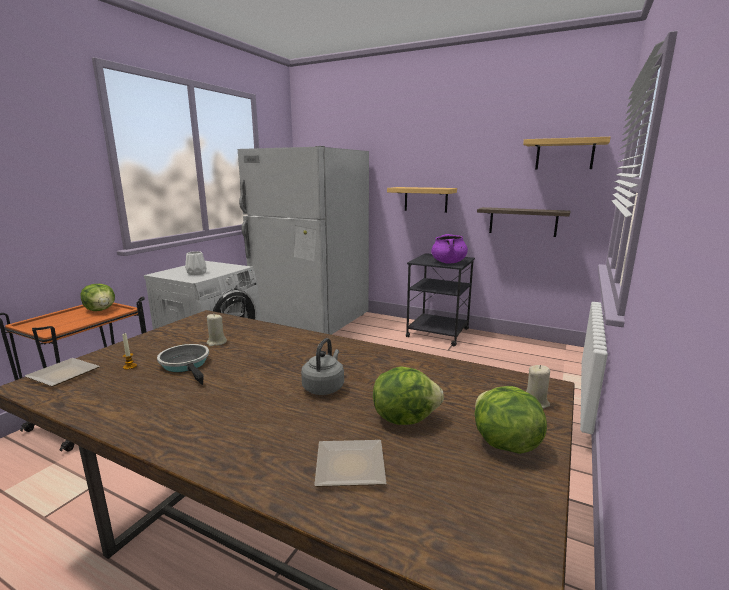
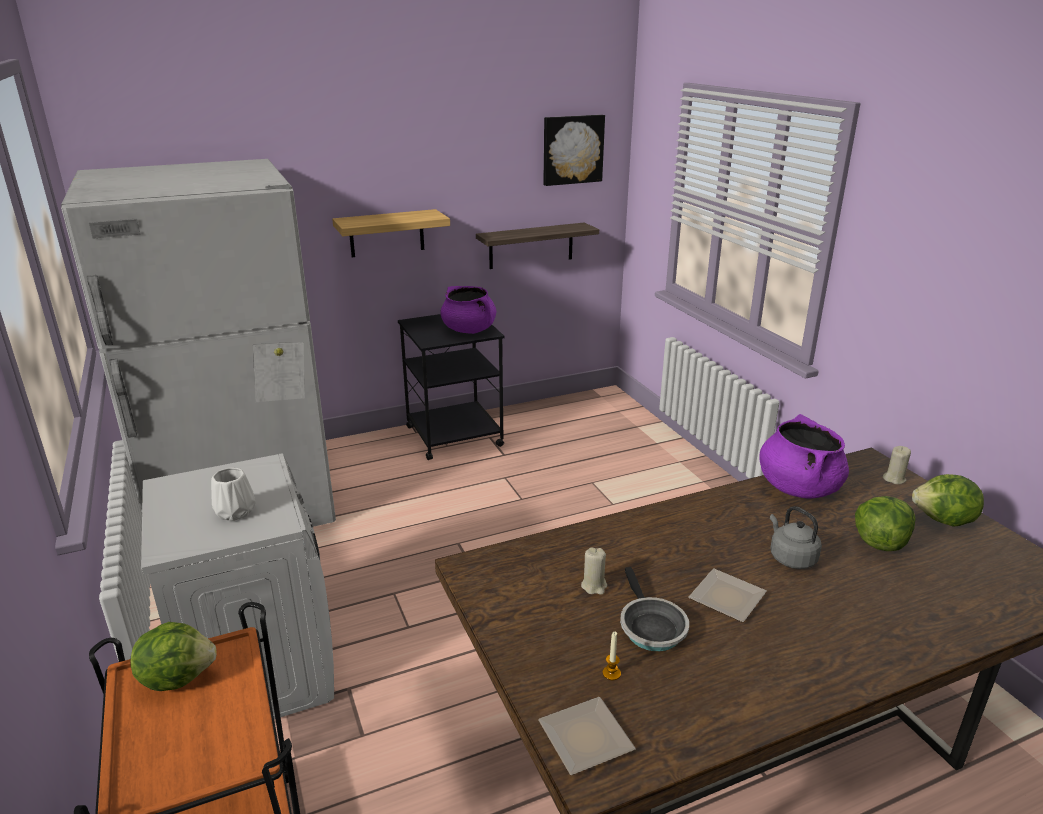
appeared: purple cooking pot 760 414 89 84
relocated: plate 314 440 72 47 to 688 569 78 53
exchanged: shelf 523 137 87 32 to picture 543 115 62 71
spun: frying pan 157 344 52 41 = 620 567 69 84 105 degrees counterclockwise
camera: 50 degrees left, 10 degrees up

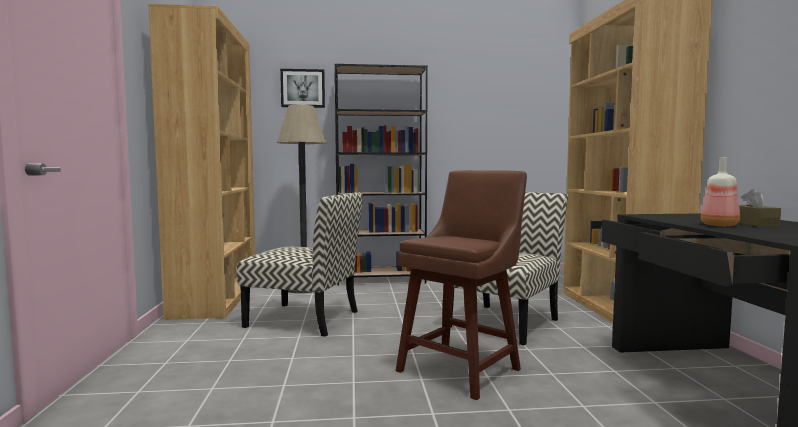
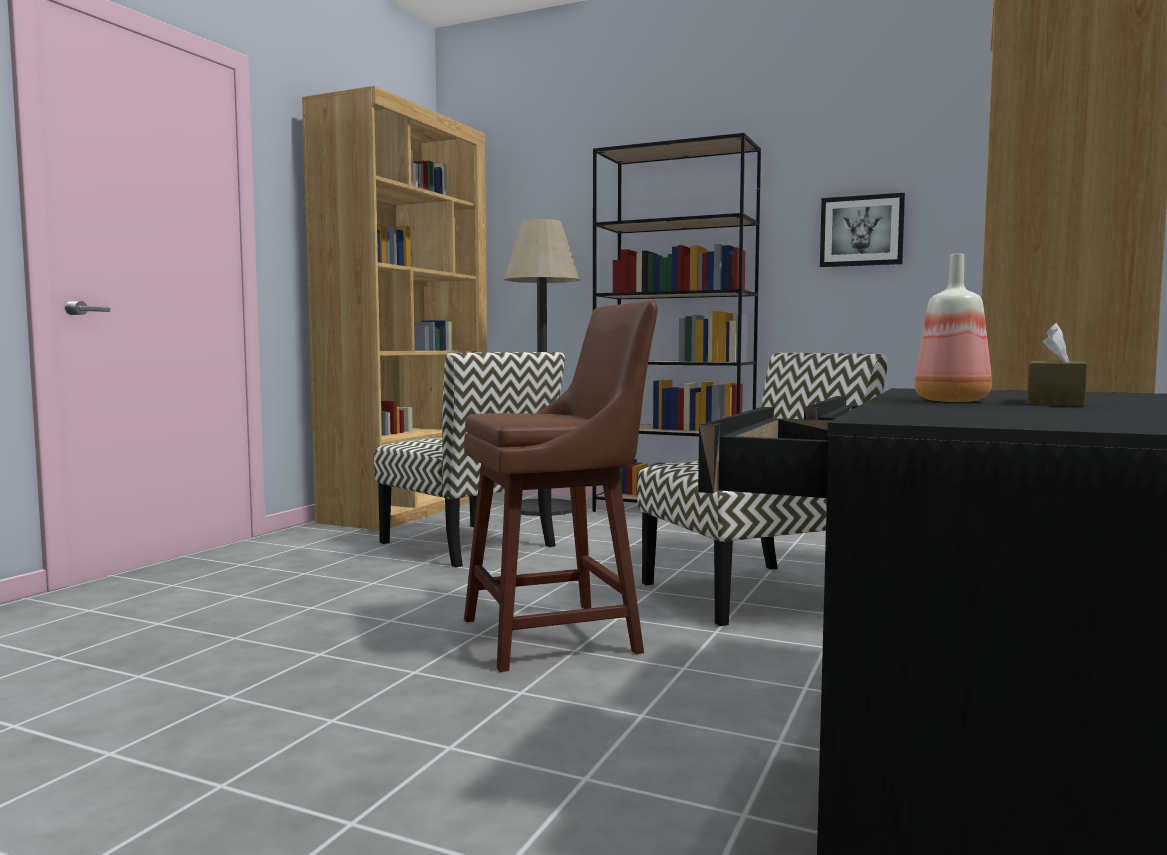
relocated: picture 280 69 45 39 to 820 193 85 74
camera: 30 degrees right, 0 degrees up

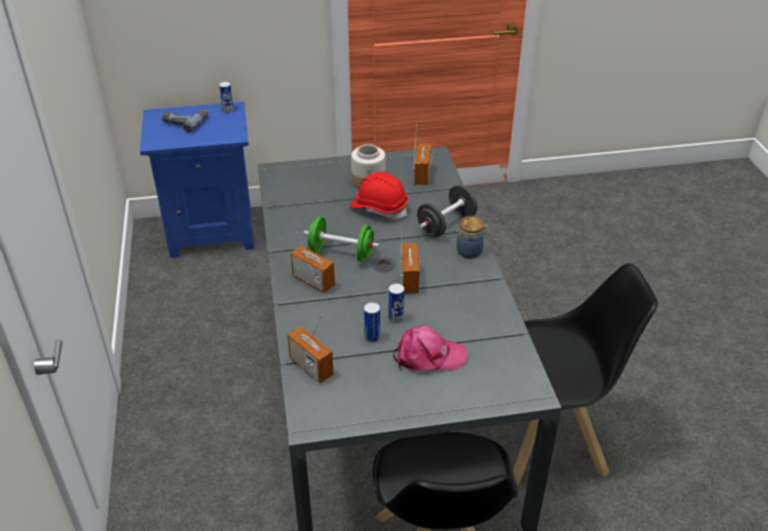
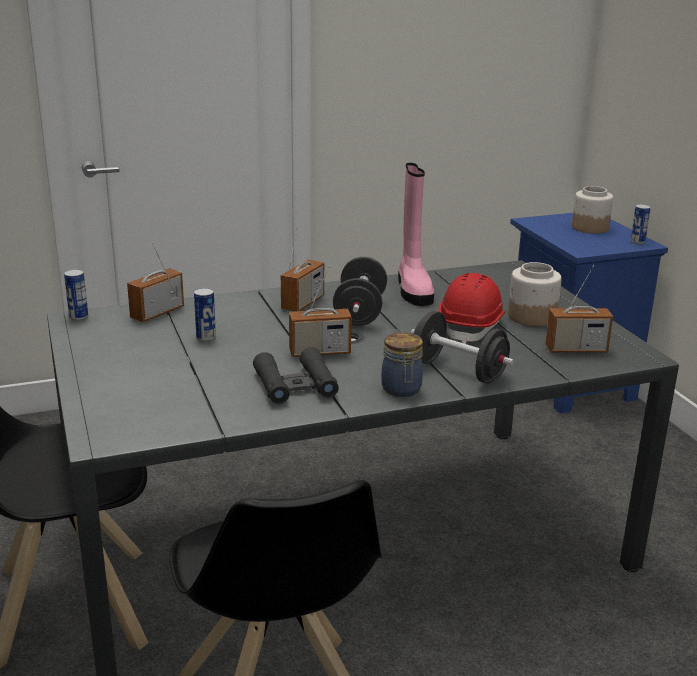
missing: pink cap 393 325 75 46
appeared: black binoculars 253 347 86 57; pink boot 398 163 36 143
relocated: can 389 283 15 40 to 64 269 24 52
exchanged: power drill 162 109 46 23 to jar 572 186 41 48
colour: green dumbbell 303 217 76 45 to black dumbbell 333 257 54 69
camera: 80 degrees right, 15 degrees down

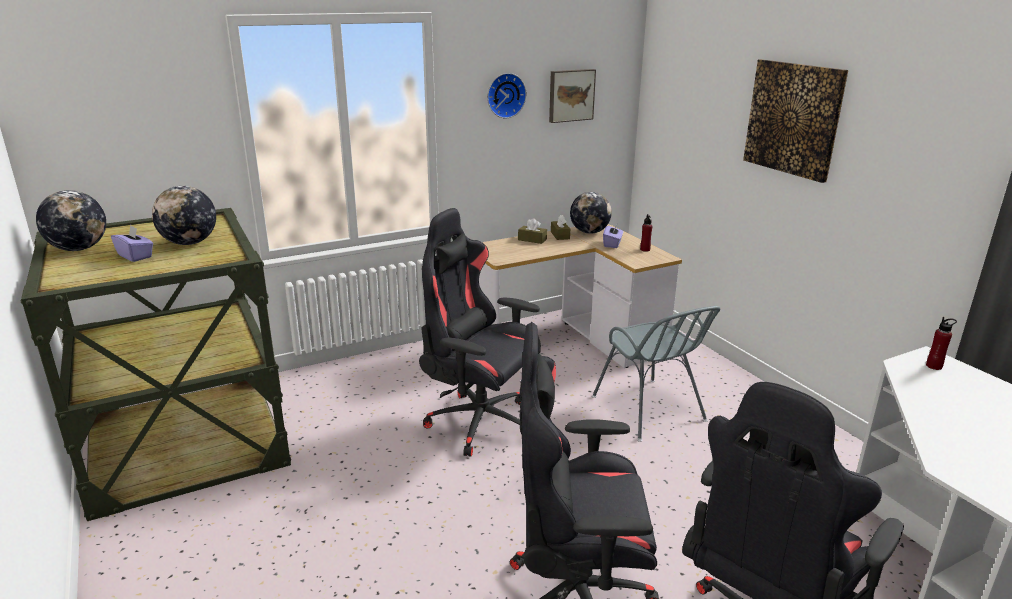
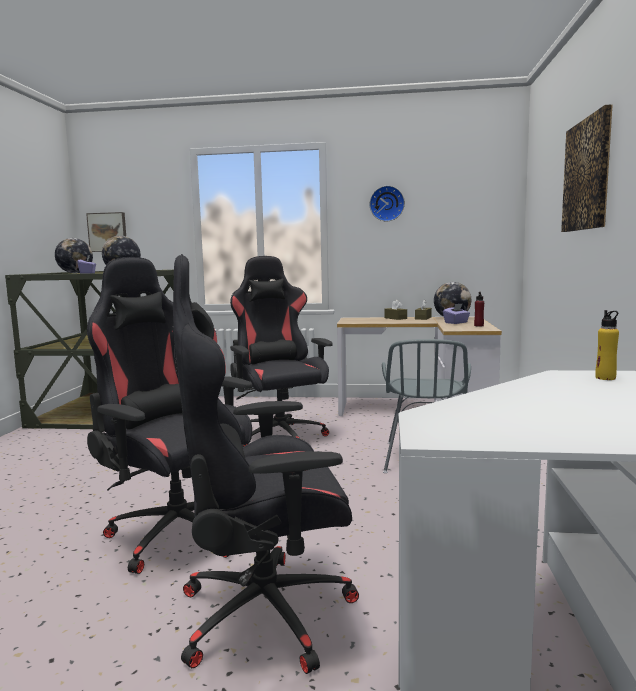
relocated: picture 549 69 47 54 to 86 212 40 40
colour: red bottle 926 317 31 53 to yellow bottle 595 310 24 70
camera: 35 degrees right, 15 degrees down

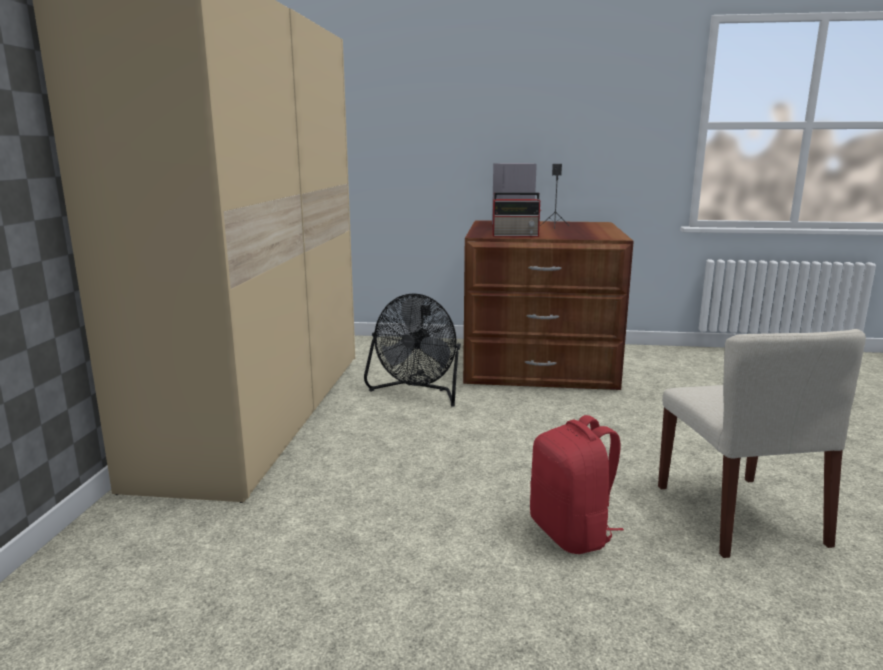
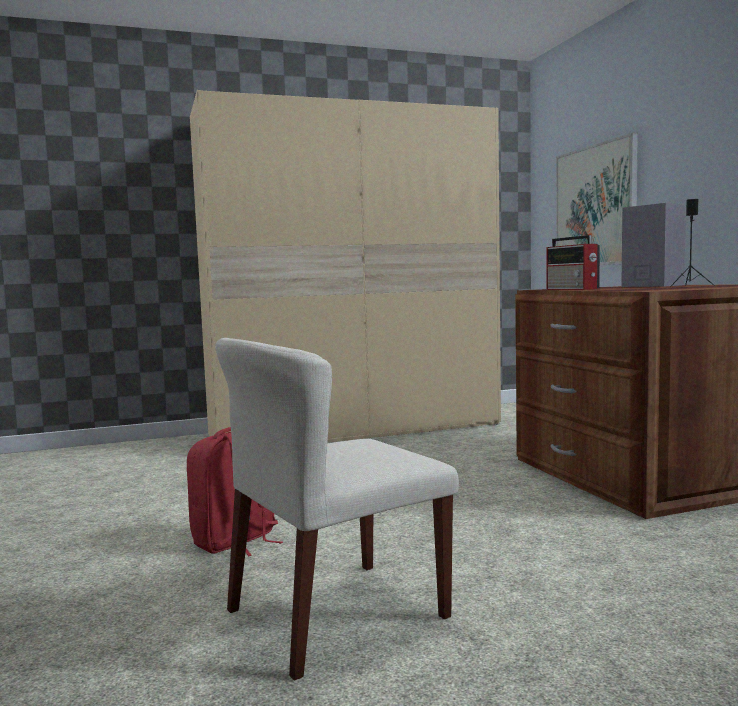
missing: black fan 364 294 97 112
appeared: picture 556 133 82 132
camera: 65 degrees right, 10 degrees down

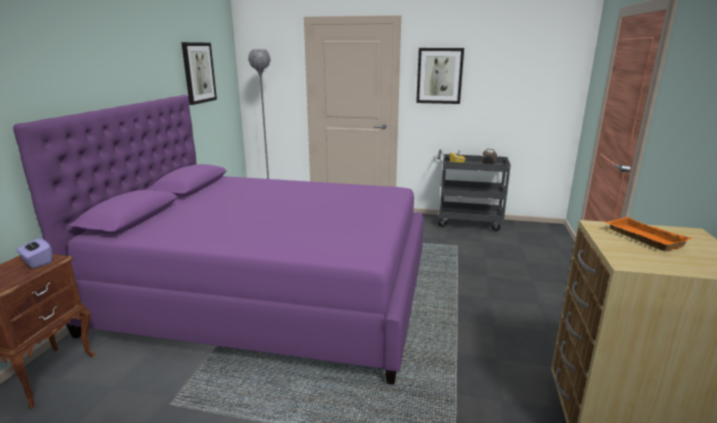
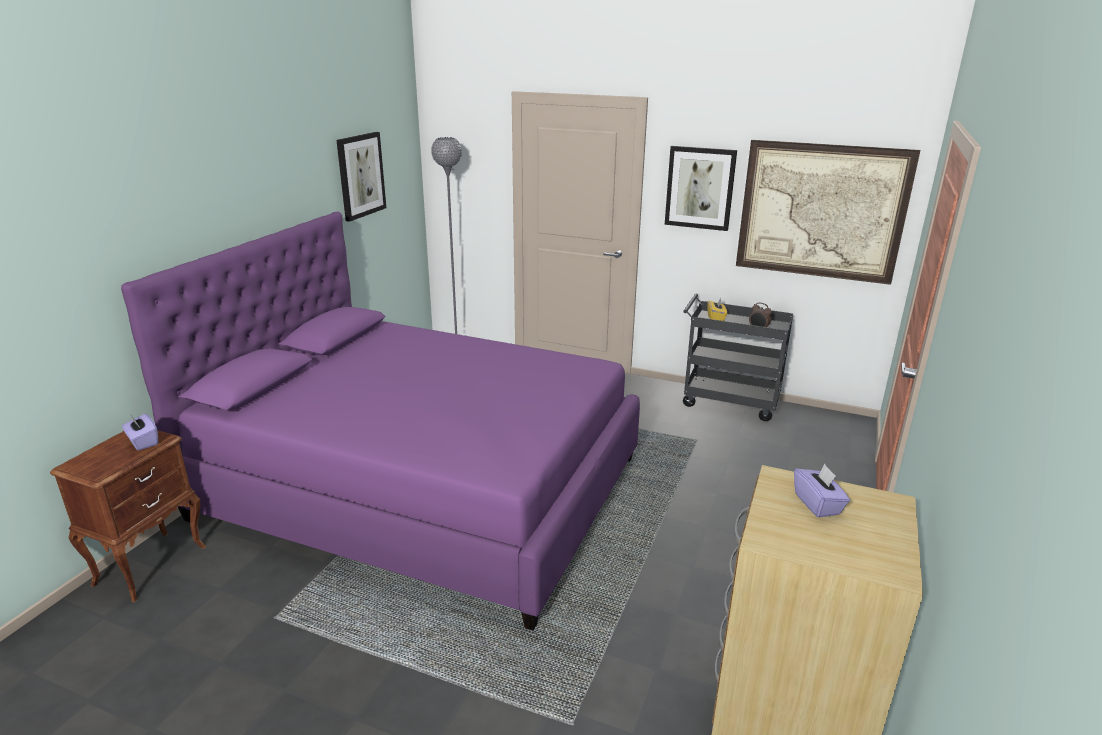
appeared: picture 736 140 185 145
exchanged: orange tray 605 217 86 34 to purple tissue box 794 463 56 55
camera: 10 degrees right, 5 degrees up

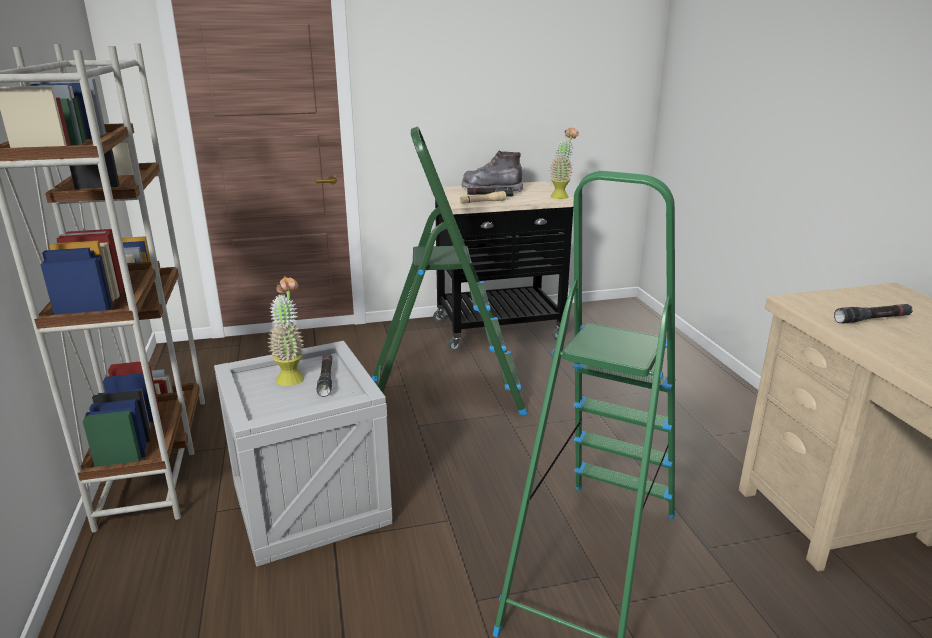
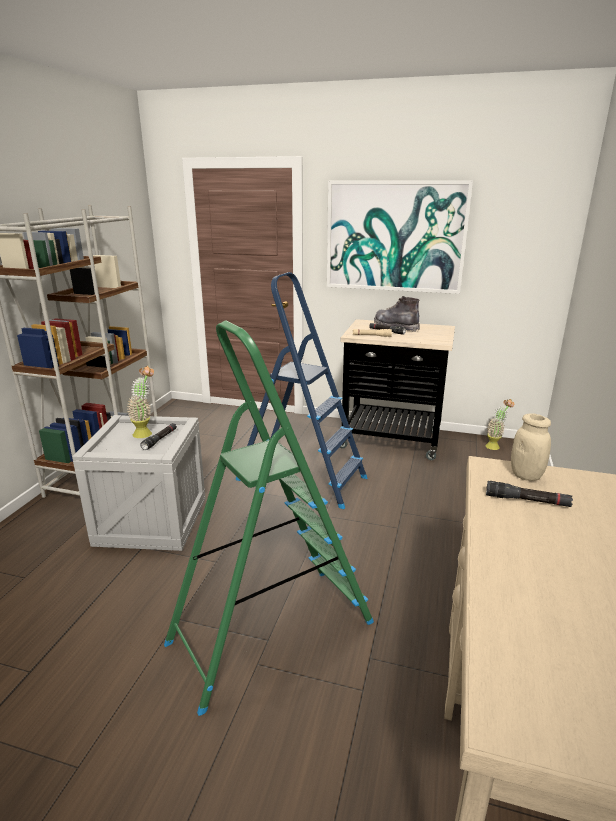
appeared: picture 327 181 146 113; beige jar 511 413 40 68
relocated: potted plant 550 128 29 71 to 485 399 29 51
colour: green step ladder 372 126 155 289 to blue step ladder 235 272 132 237
camera: 30 degrees right, 0 degrees up

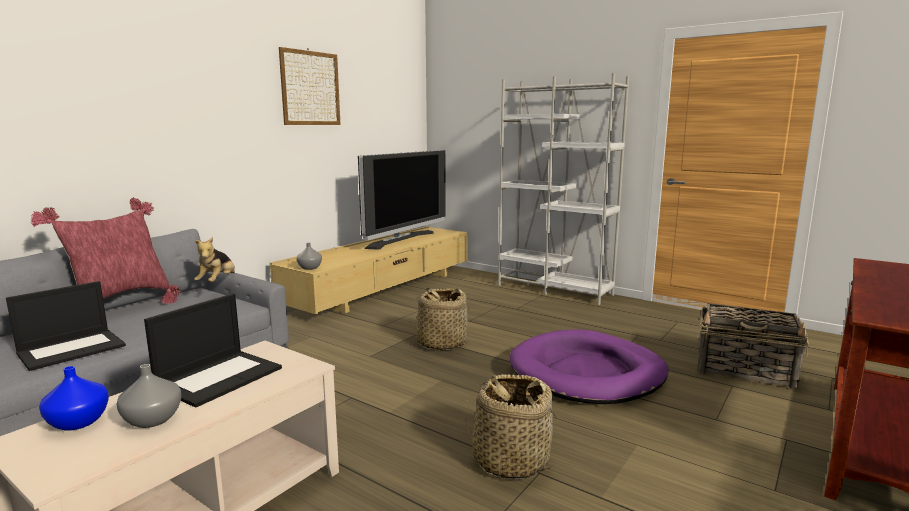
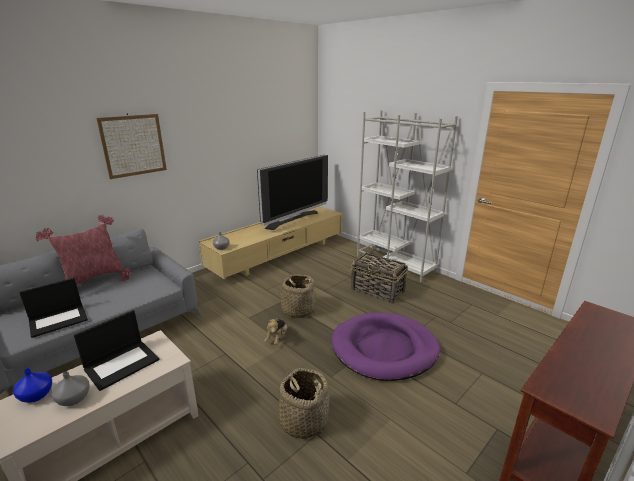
relocated: picture 279 47 62 78 to 96 114 71 65; plush toy 194 237 41 45 to 264 318 23 27; basket 697 303 112 87 to 351 253 57 51
camera: 10 degrees right, 10 degrees up

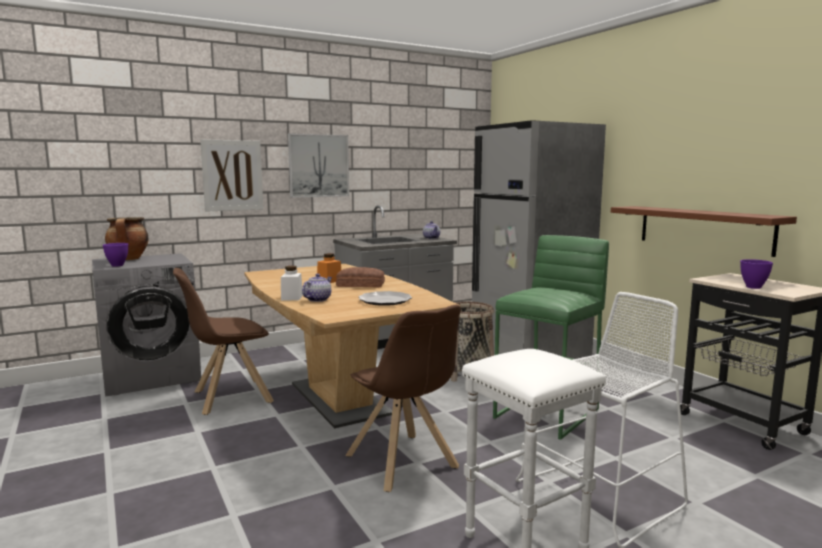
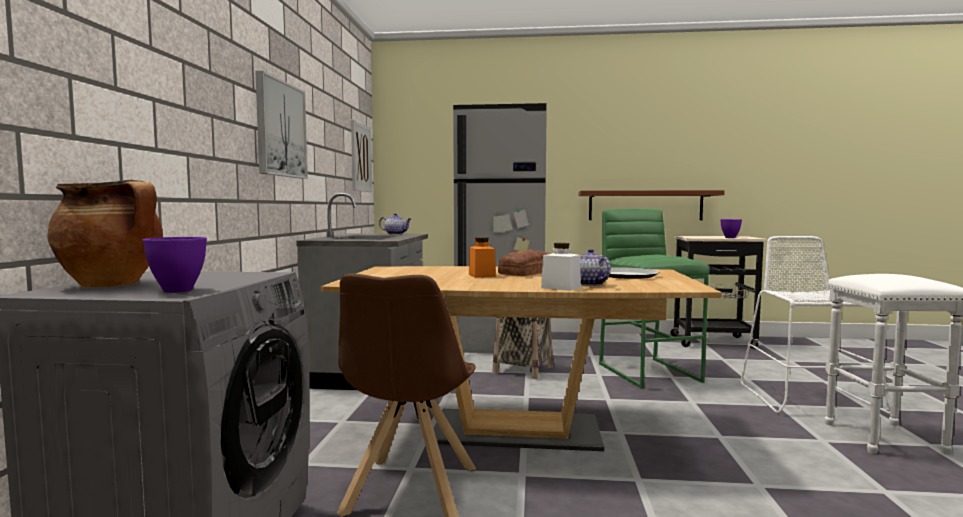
missing: brown chair 345 305 116 187
relocated: picture 200 139 63 73 to 351 119 21 73
camera: 55 degrees left, 5 degrees down

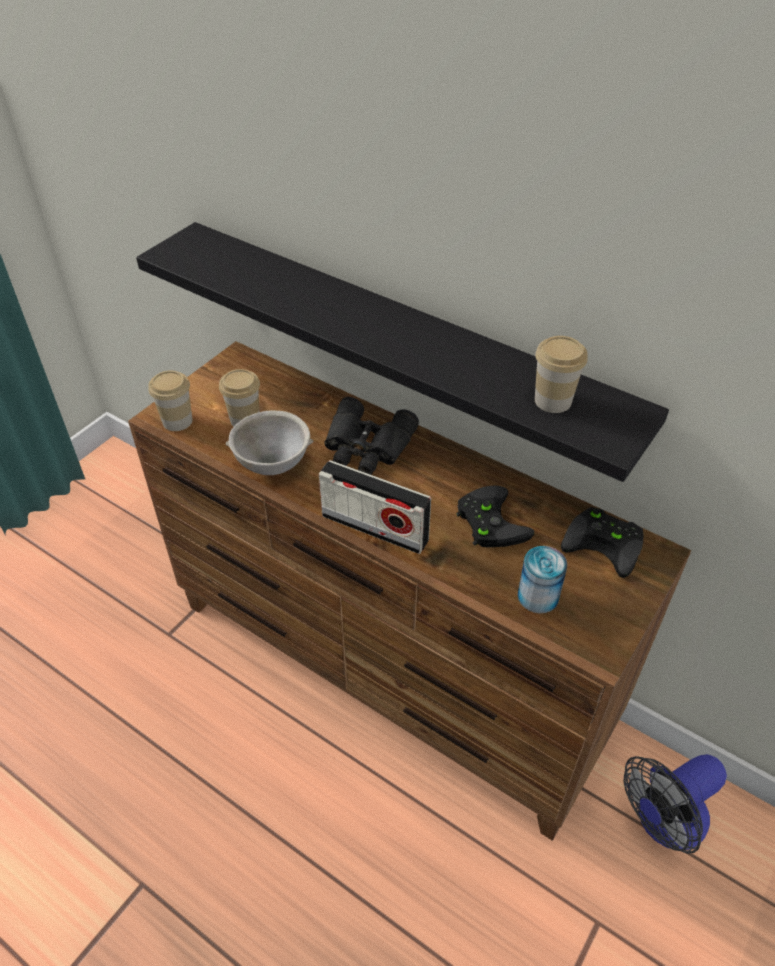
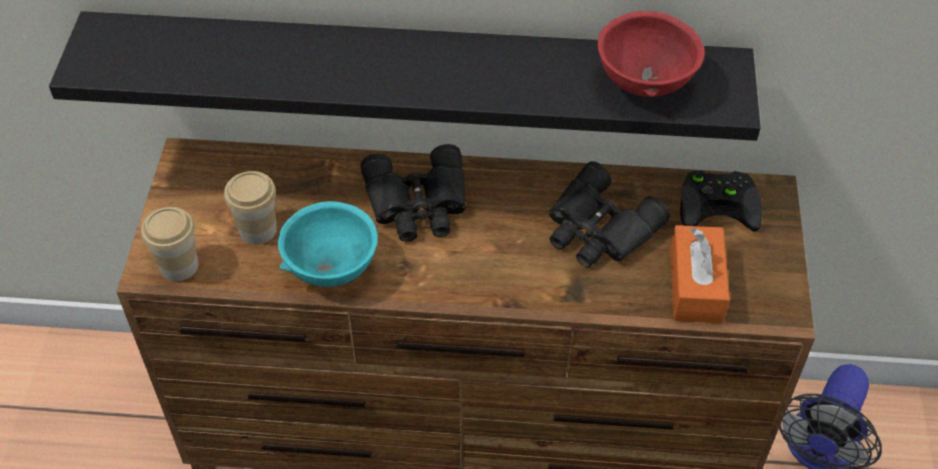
missing: radio 319 460 112 94
exchanged: black game controller 456 486 78 61 to black binoculars 549 161 121 107; cup 535 336 53 77 to red bowl 597 11 108 86; can 518 546 49 67 to orange tissue box 670 225 60 98
colour: grey bowl 226 410 87 65 to turquoise bowl 278 201 100 86
camera: 30 degrees left, 5 degrees up

